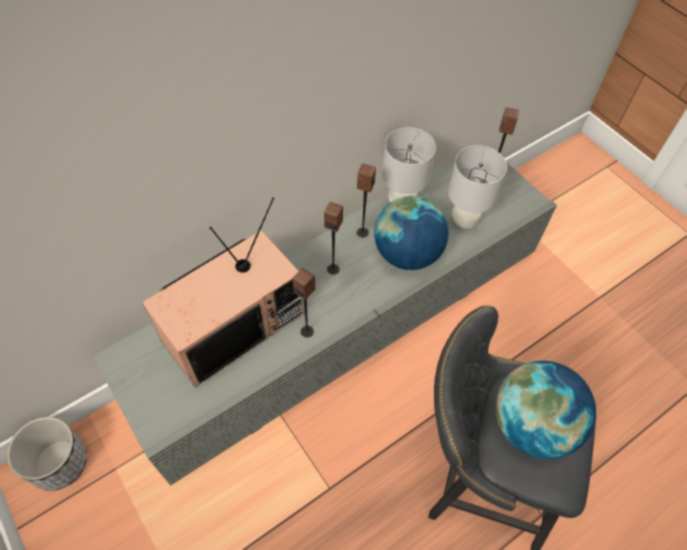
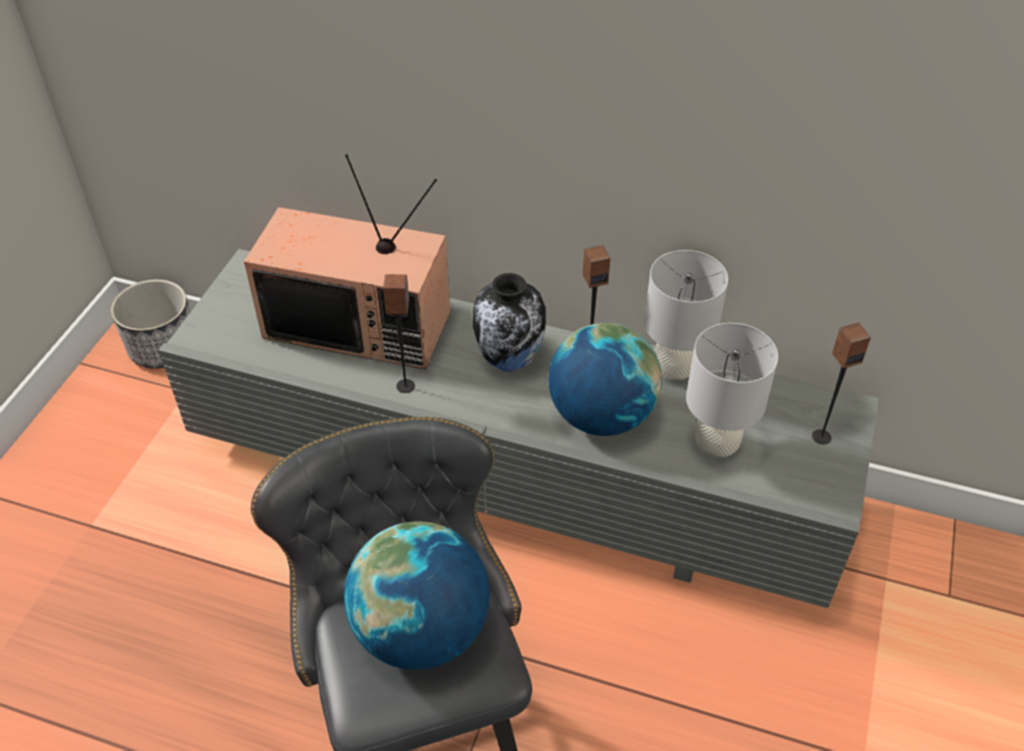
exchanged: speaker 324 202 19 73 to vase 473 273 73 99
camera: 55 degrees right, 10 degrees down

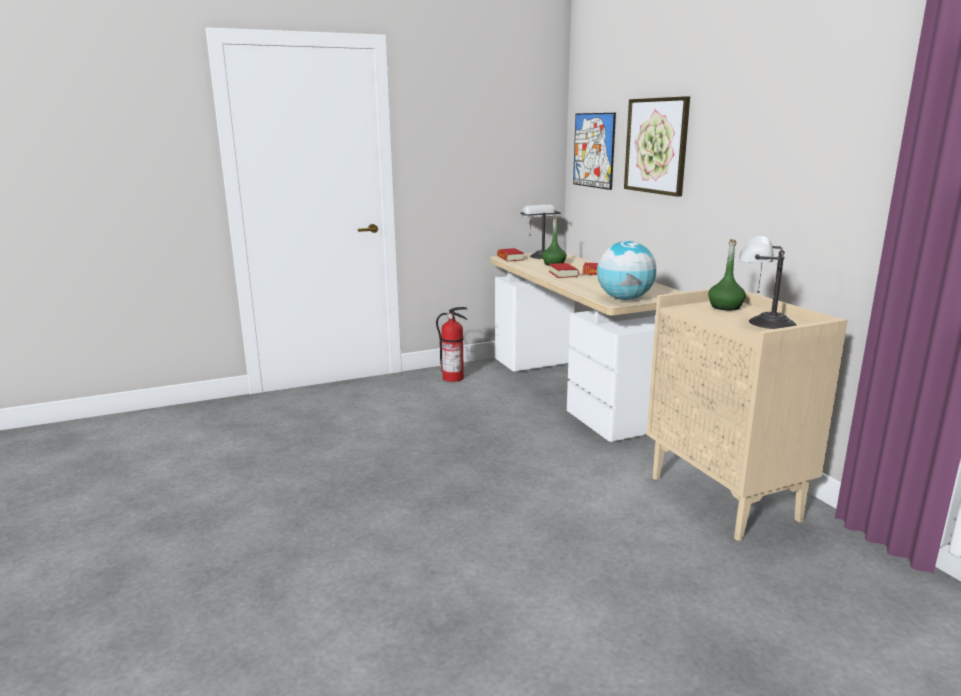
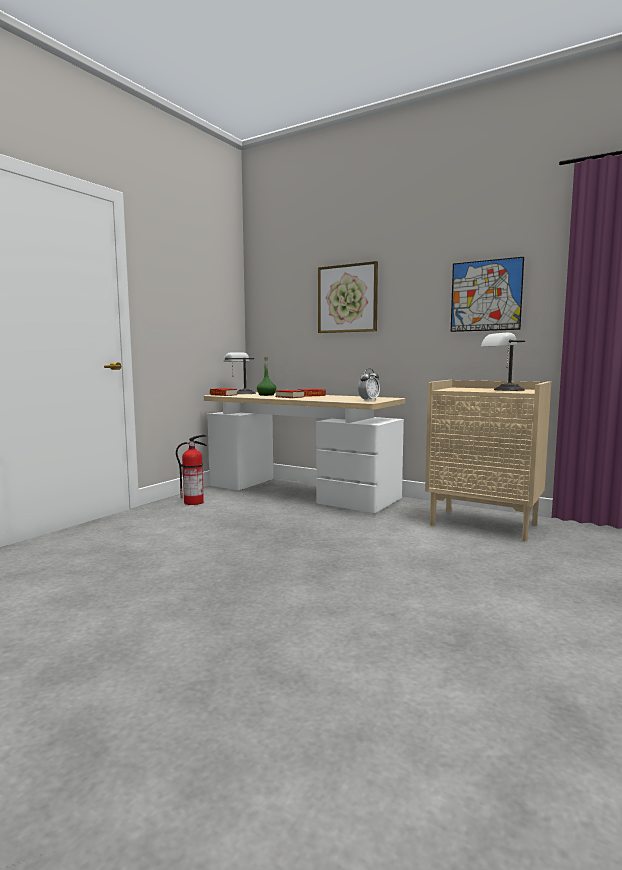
missing: green bottle 708 239 38 72
relocated: picture 573 113 43 77 to 451 257 73 75
exchanged: globe 597 241 59 59 to alarm clock 358 368 22 33
camera: 35 degrees left, 10 degrees down

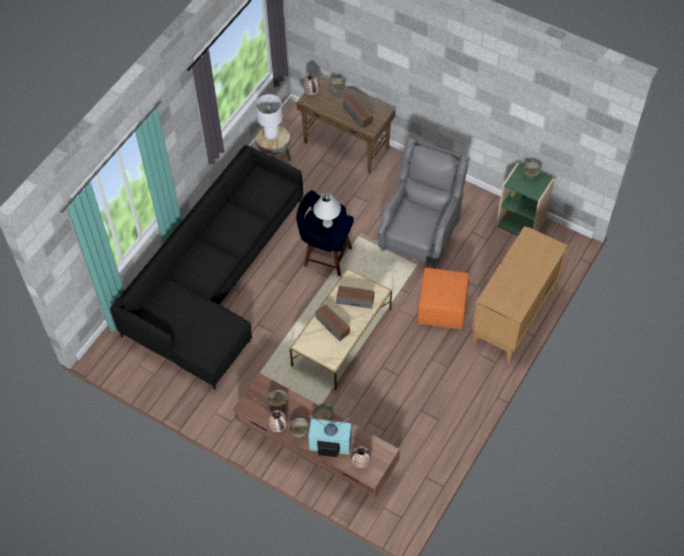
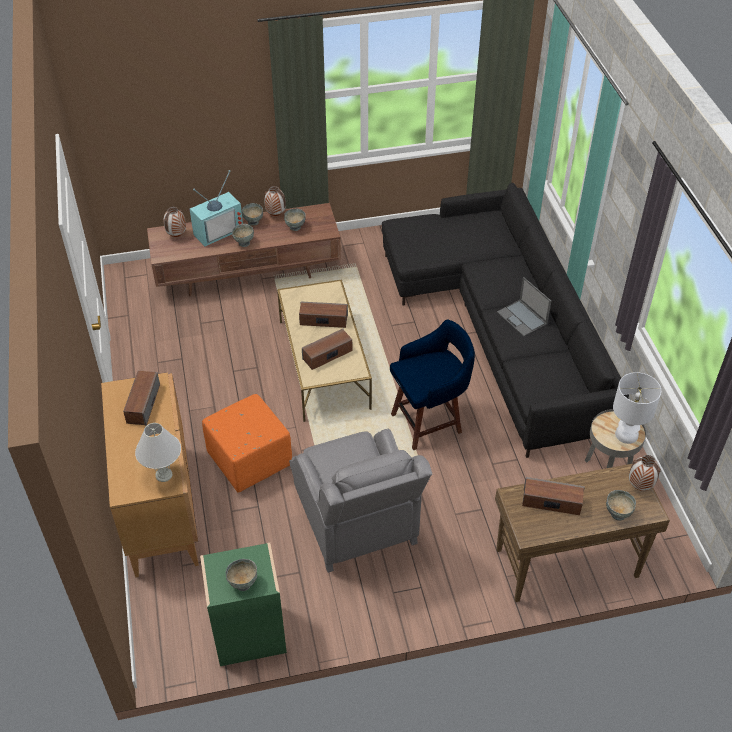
appeared: speaker 123 371 37 55; laptop 497 277 54 60
relocated: white table lamp 313 193 28 35 to 135 423 46 59
camera: 135 degrees right, 10 degrees down

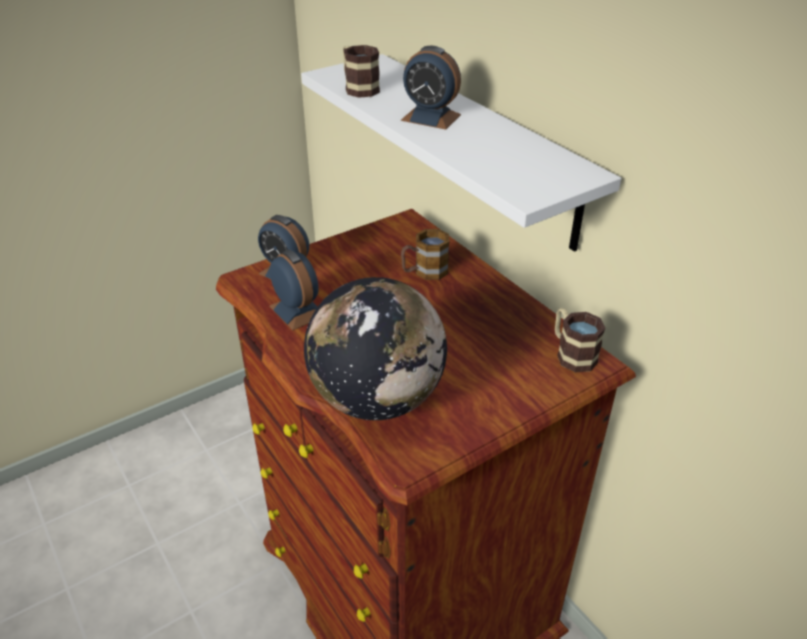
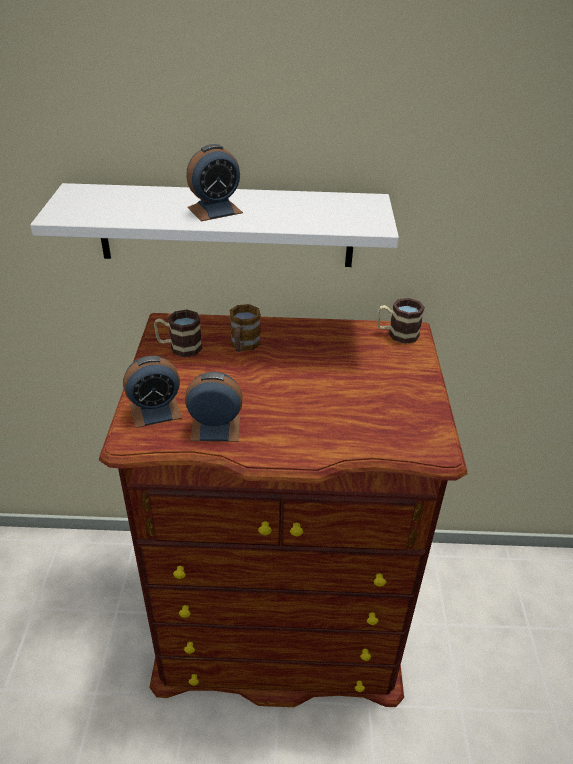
missing: globe 304 277 143 143
relocated: mug 343 45 37 53 to 154 309 49 48
camera: 55 degrees left, 0 degrees up

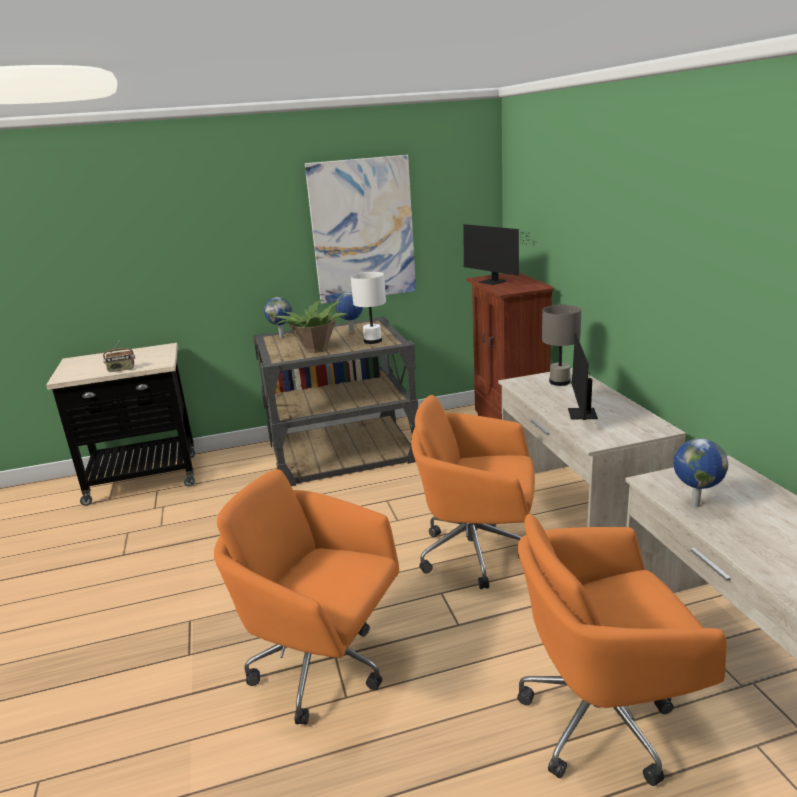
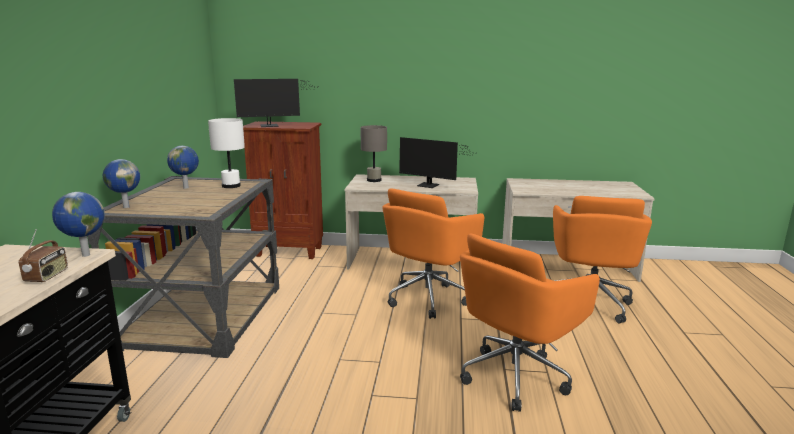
missing: potted plant 274 299 73 54; picture 305 155 111 149
relocated: globe 673 438 55 69 to 52 192 53 65
camera: 70 degrees left, 5 degrees down

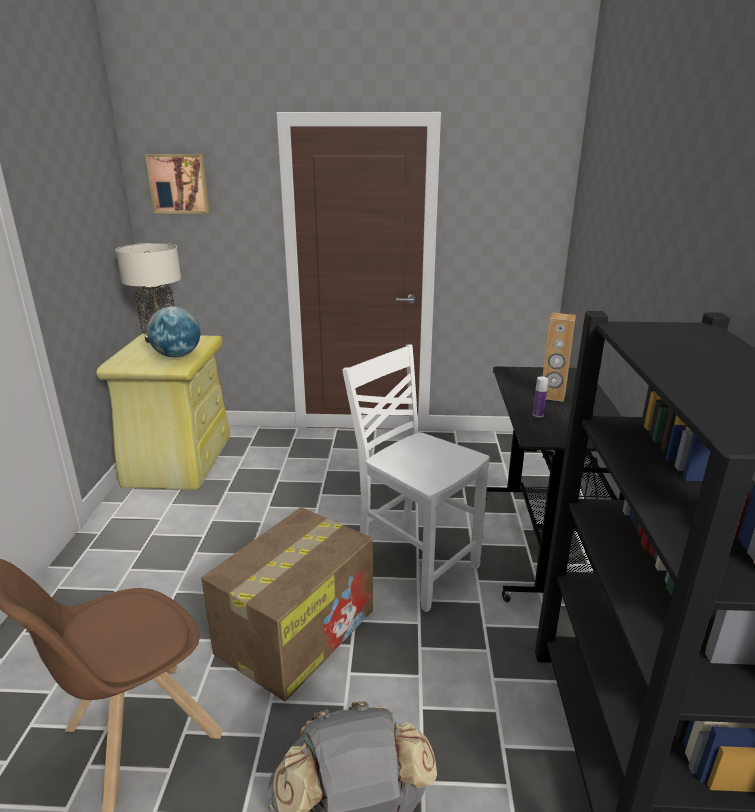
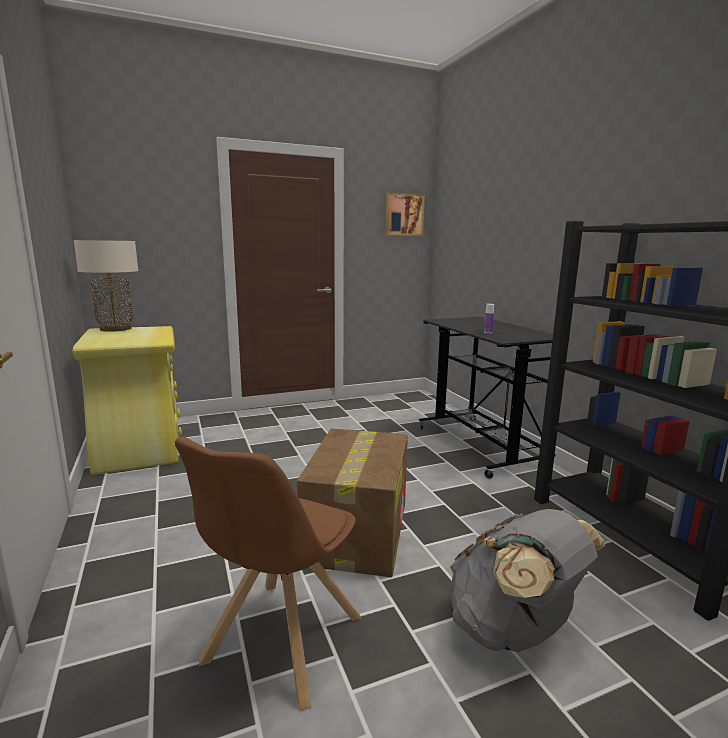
missing: globe 147 306 53 52; white chair 342 344 148 268; brown speaker 543 312 33 90
relocated: picture 145 154 65 60 to 385 192 40 44
camera: 25 degrees left, 10 degrees down

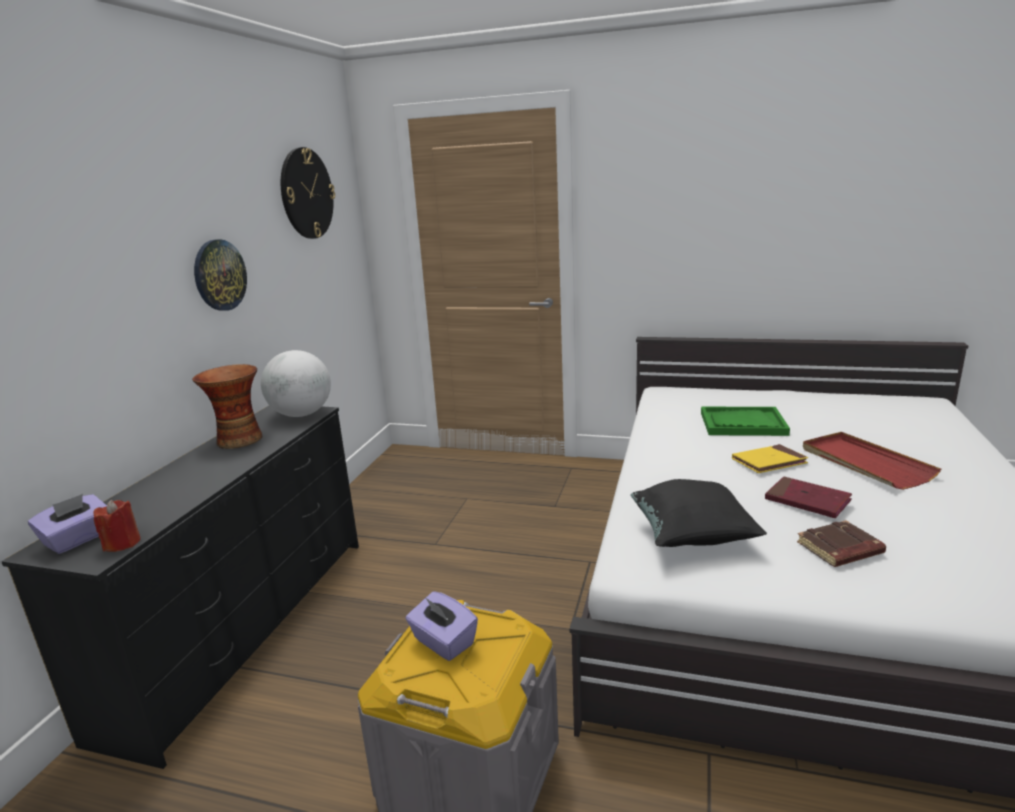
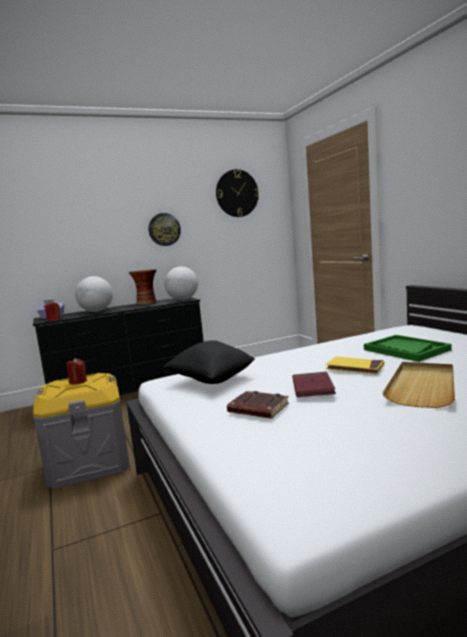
appeared: globe 75 276 38 36
exchanged: purple tissue box 406 591 72 70 to red candle 67 358 20 26
colour: red tray 803 432 138 58 to beige tray 382 362 73 46
camera: 50 degrees right, 10 degrees down

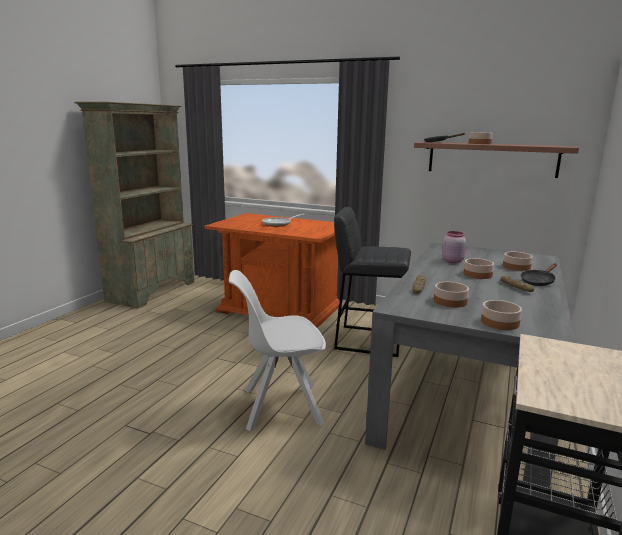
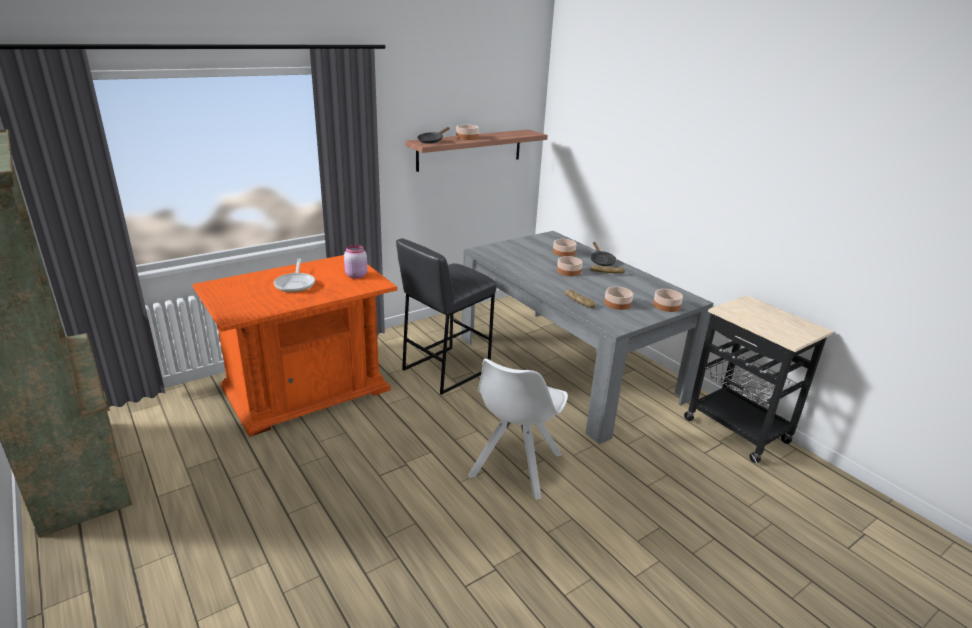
relocated: pink jar 442 231 24 32 to 344 245 24 34
camera: 60 degrees left, 10 degrees up

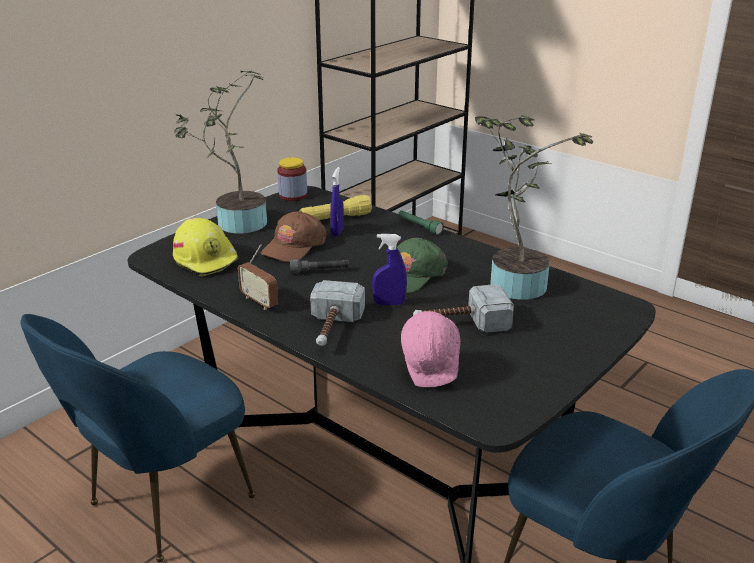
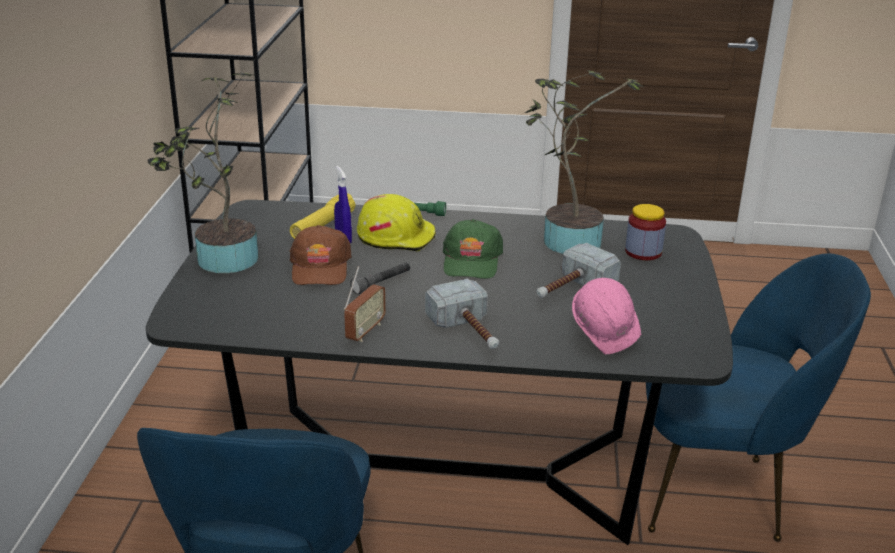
missing: blue spray bottle 372 234 35 71
relocated: yellow hard hat 173 218 66 58 to 357 194 79 57; jar 277 157 30 44 to 625 204 41 56
spun: radio 238 244 40 66 = 344 266 42 76 75 degrees counterclockwise
camera: 35 degrees left, 0 degrees up

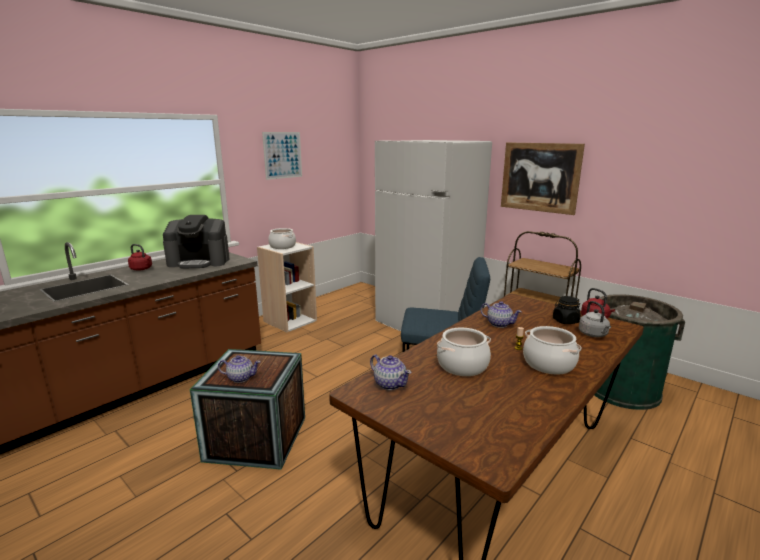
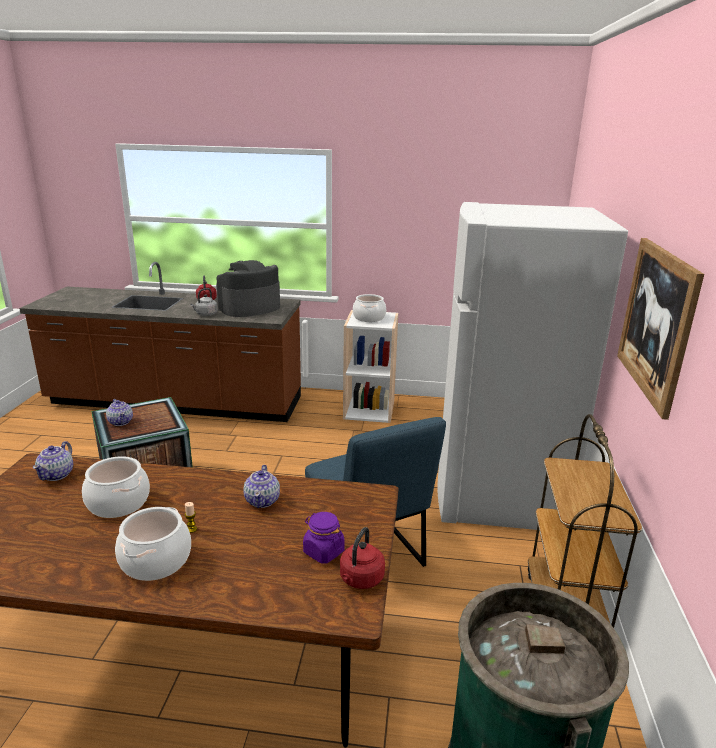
missing: picture 262 132 40 48
relocated: grey kettle 579 301 32 36 to 190 288 28 28
colour: black jar 553 296 27 28 to purple jar 303 512 42 52
spun: coffee machine 163 215 66 53 = 216 260 64 57 90 degrees clockwise
camera: 55 degrees right, 5 degrees up

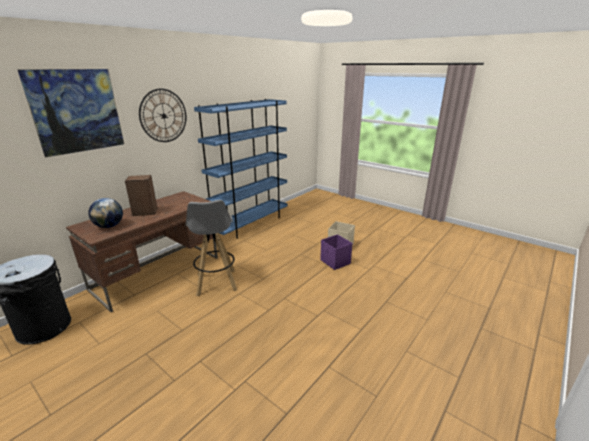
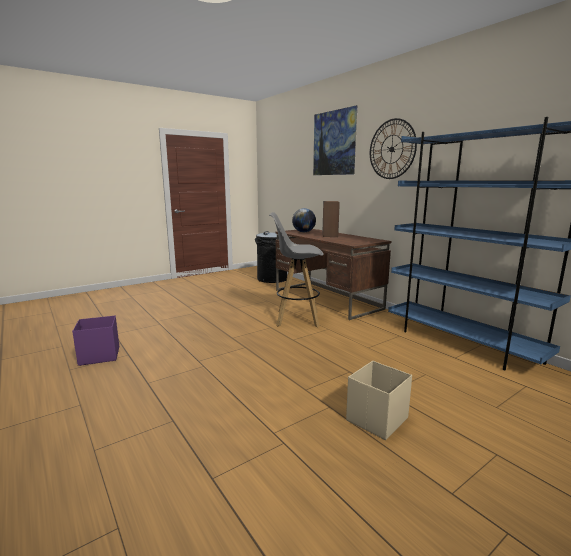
relocated: purple storage box 320 234 32 36 to 72 316 47 50
camera: 105 degrees right, 10 degrees down

